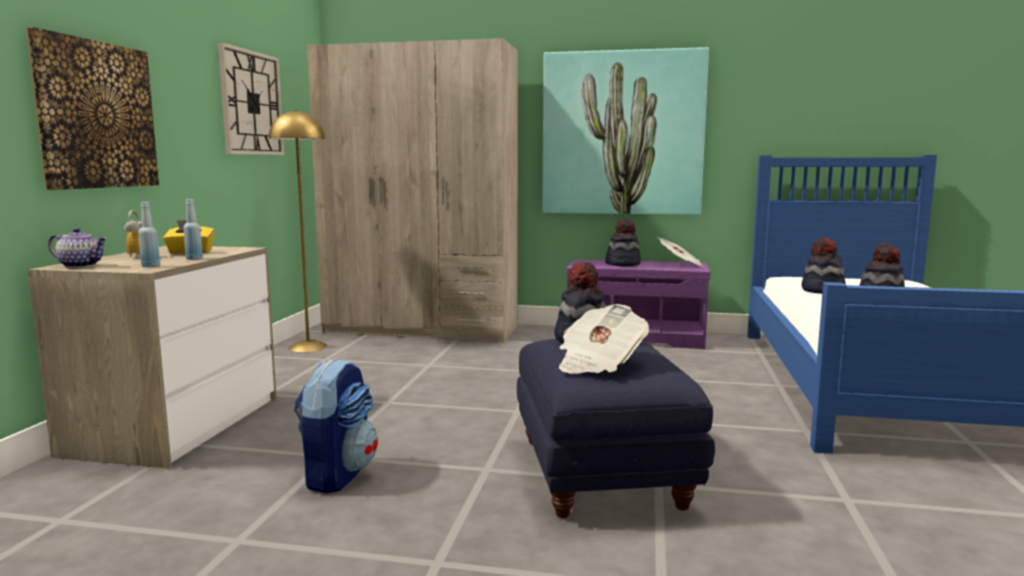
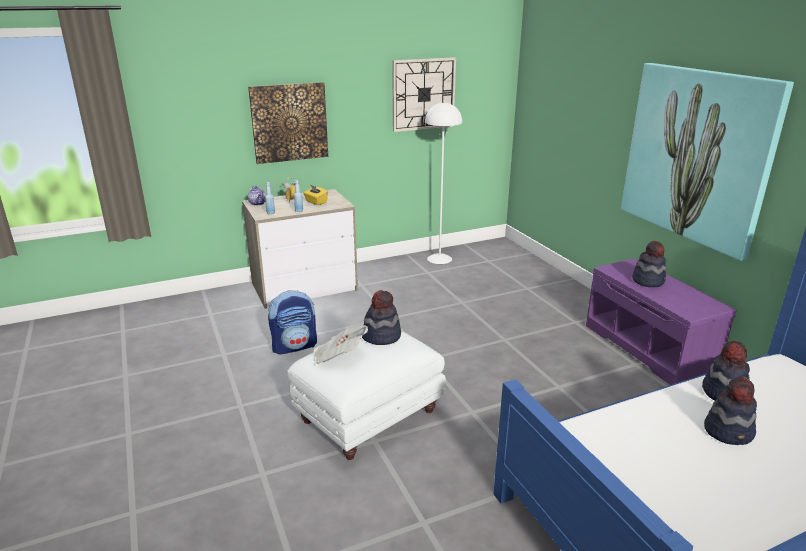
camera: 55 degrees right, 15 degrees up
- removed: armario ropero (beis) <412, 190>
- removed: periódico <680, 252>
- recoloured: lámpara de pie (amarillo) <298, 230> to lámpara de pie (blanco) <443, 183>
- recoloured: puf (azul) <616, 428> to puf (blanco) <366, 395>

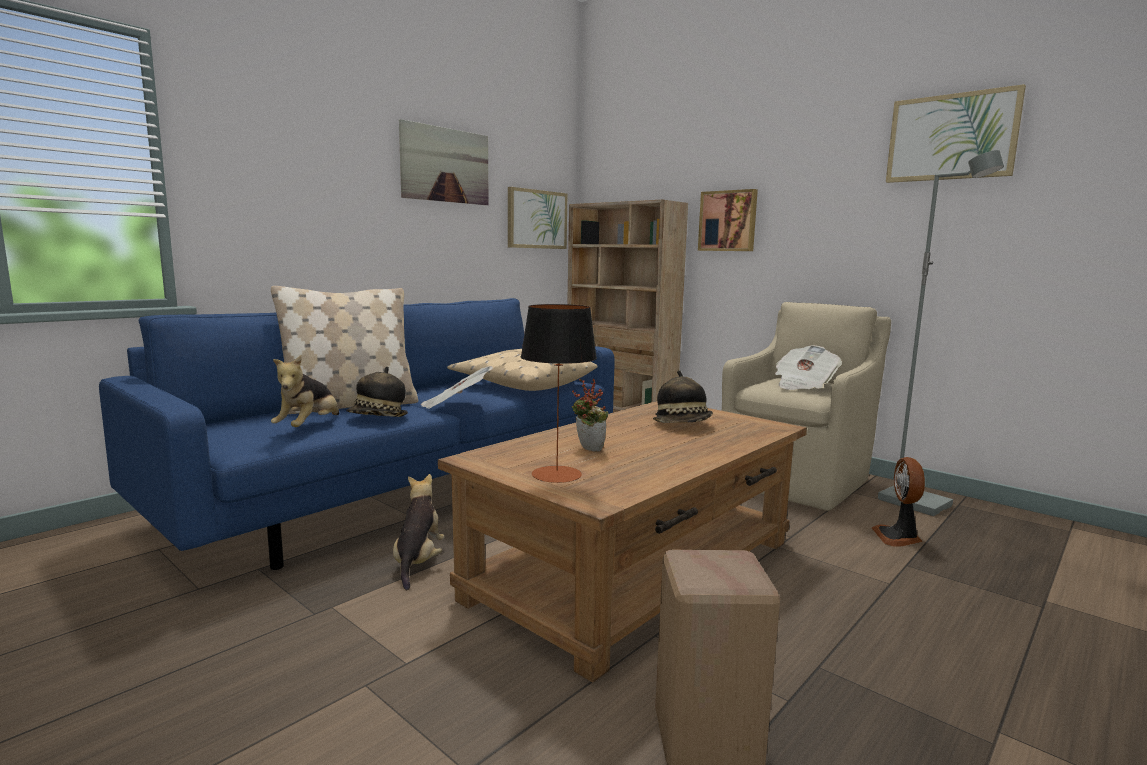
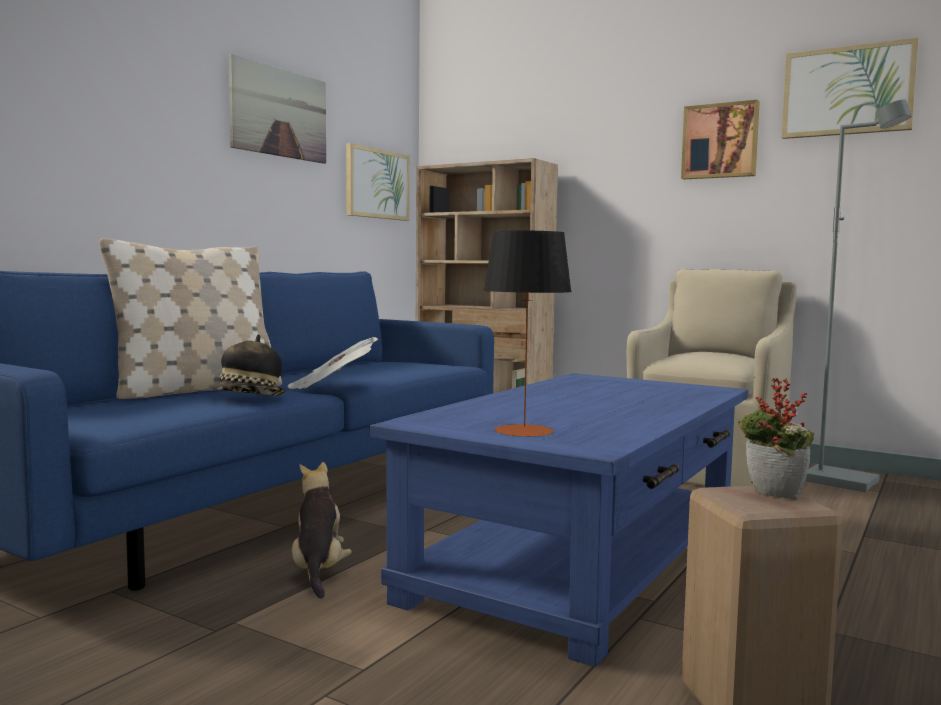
camera: 10 degrees left, 5 degrees down
- removed: peluche <305, 391>
- removed: cojín (beis) <522, 370>
- removed: sombrero <683, 396>
- removed: periódico <808, 367>
- removed: ventilador <898, 502>
- moved: planta en maceta <590, 415> to <776, 437>
- moved: cuadro <728, 220> to <720, 139>
- recoloured: mesa de centro (marrón) <622, 542> to mesa de centro (azul) <559, 520>

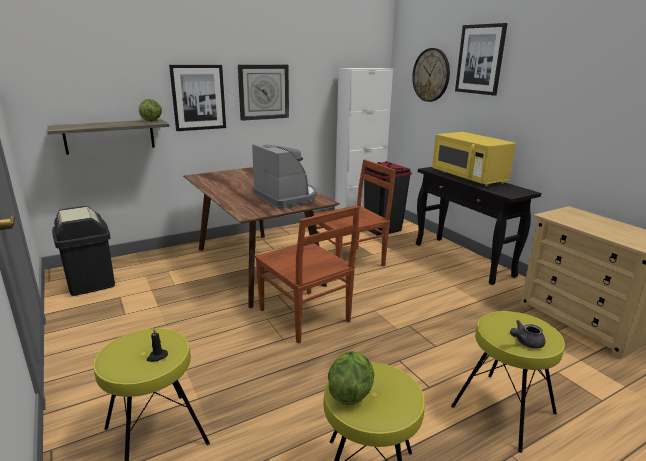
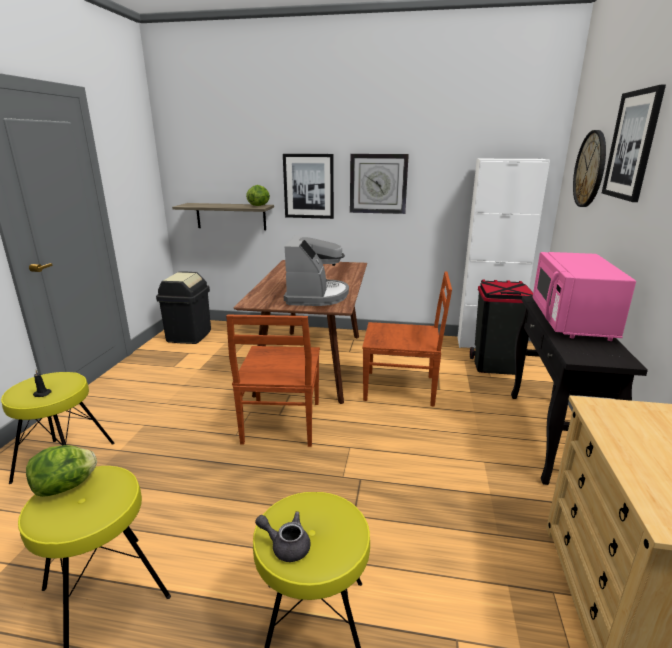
camera: 40 degrees right, 0 degrees up
- recoloured: microondas (amarillo) <474, 159> to microondas (rosa) <584, 296>

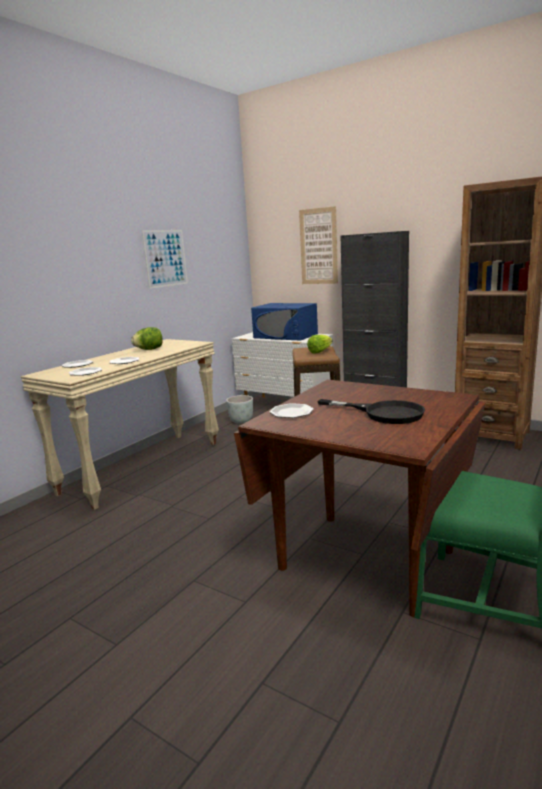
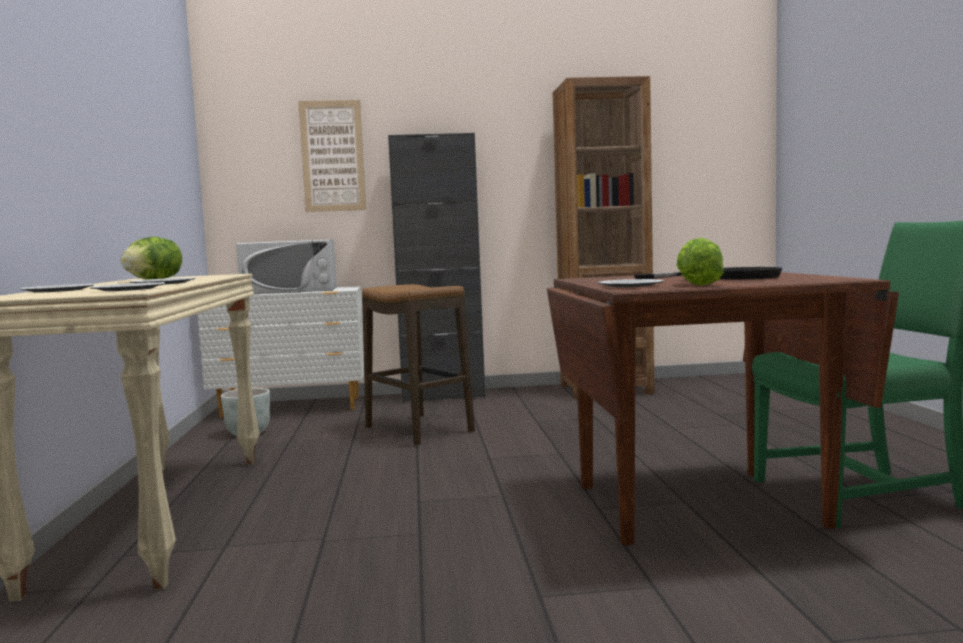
camera: 40 degrees left, 10 degrees down
- removed: cuadro <165, 259>
- moved: lechuga <319, 344> to <700, 262>
- recoloured: microondas (azul) <284, 322> to microondas (blanco) <286, 266>

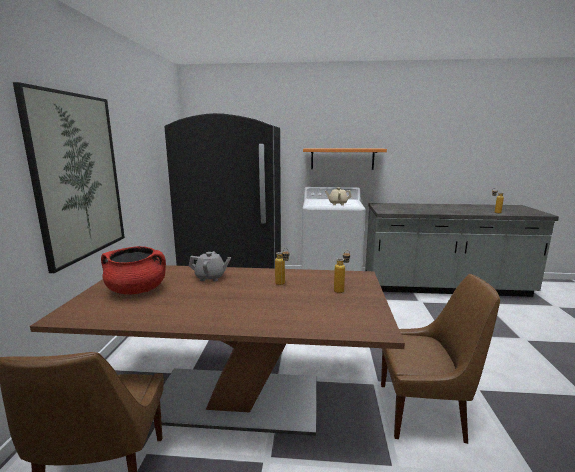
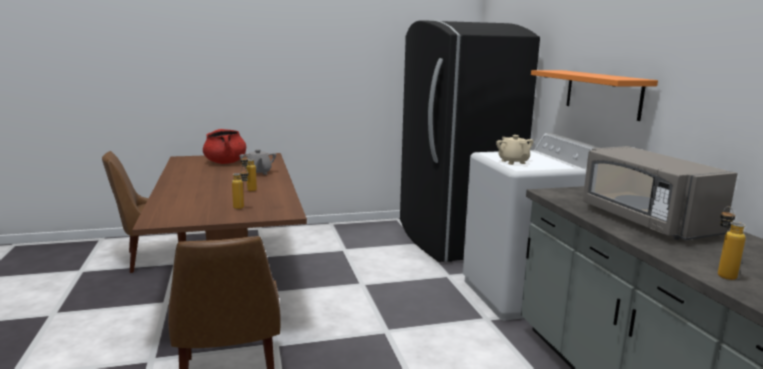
camera: 70 degrees right, 0 degrees up
- removed: cuadro <69, 177>
- added: microondas (gris) <660, 193>

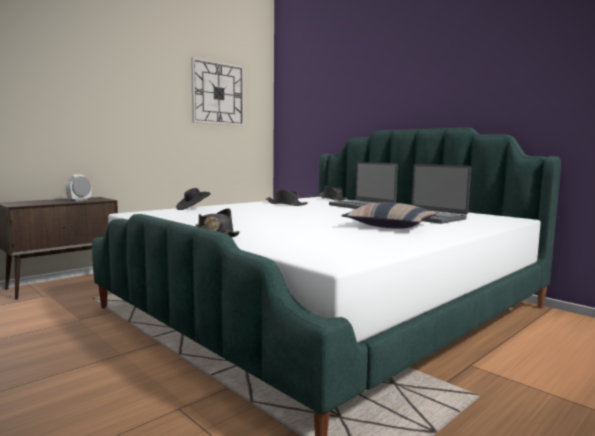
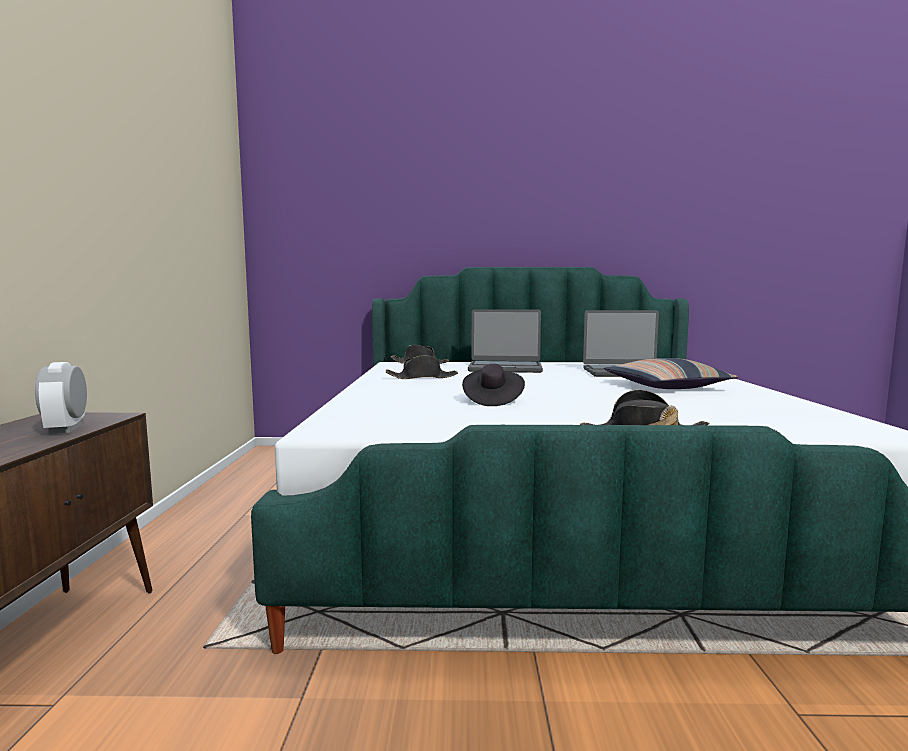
camera: 45 degrees left, 0 degrees up
- removed: reloj de pared <217, 91>
- moved: sombrero (negro) <193, 199> to <493, 385>

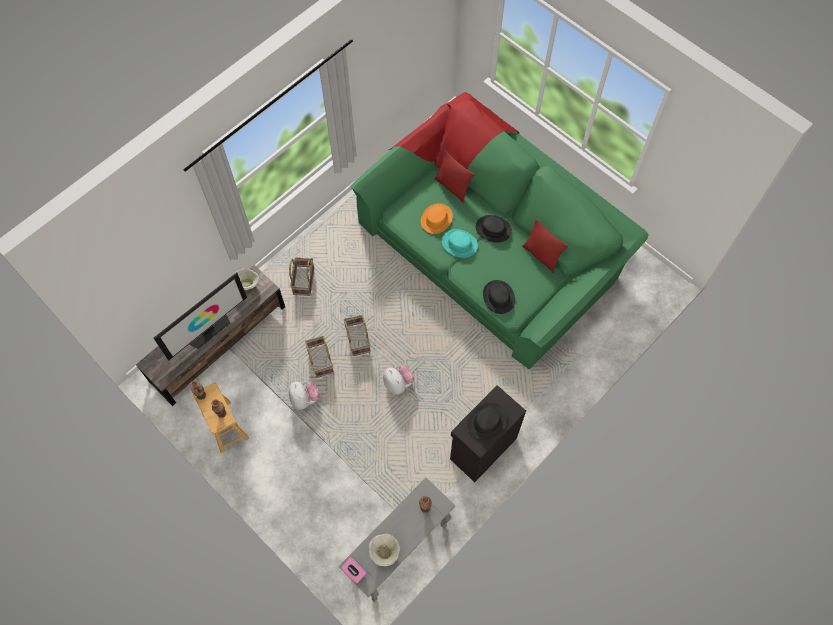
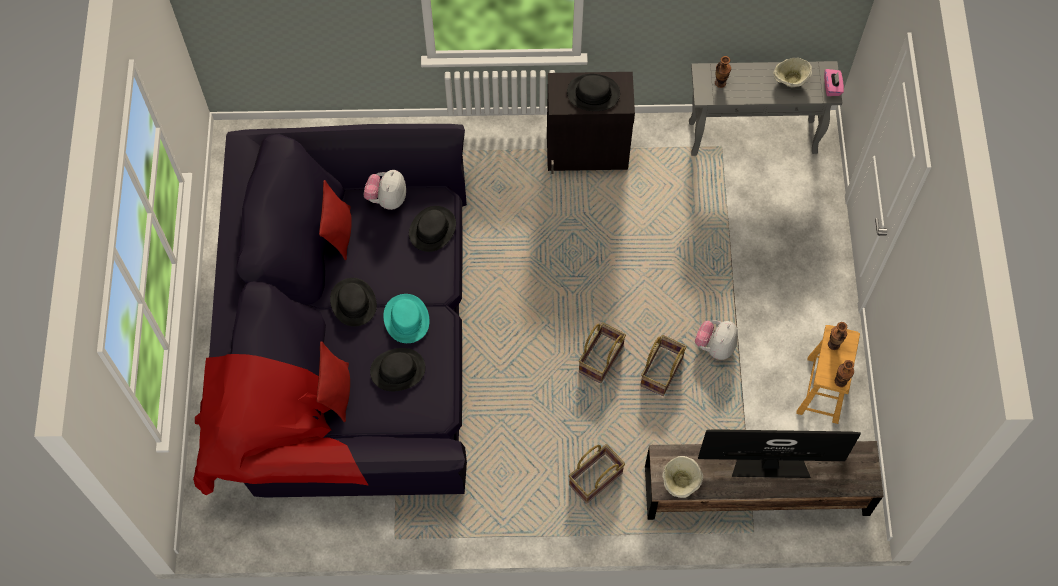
camera: 135 degrees left, 0 degrees up
- moved: peluche <398, 380> to <384, 190>
- recoloured: sofá (verde) <499, 231> to sofá (negro) <330, 310>
- recoloured: sombrero (naranja) <437, 218> to sombrero (negro) <397, 369>

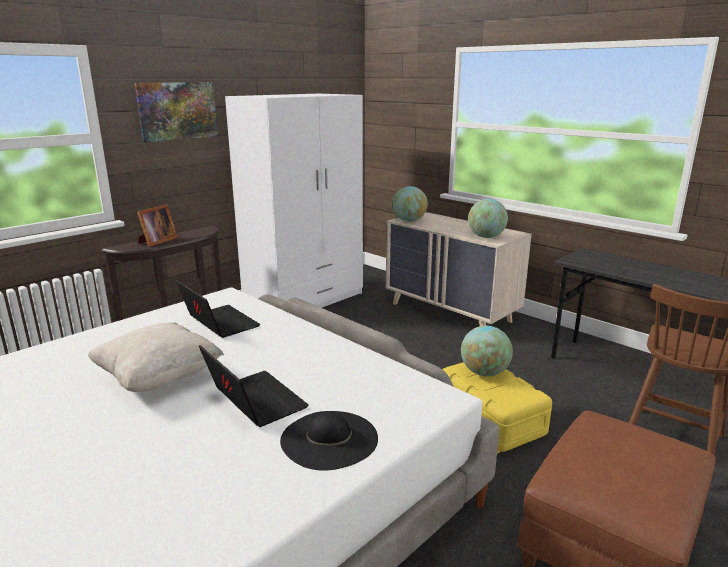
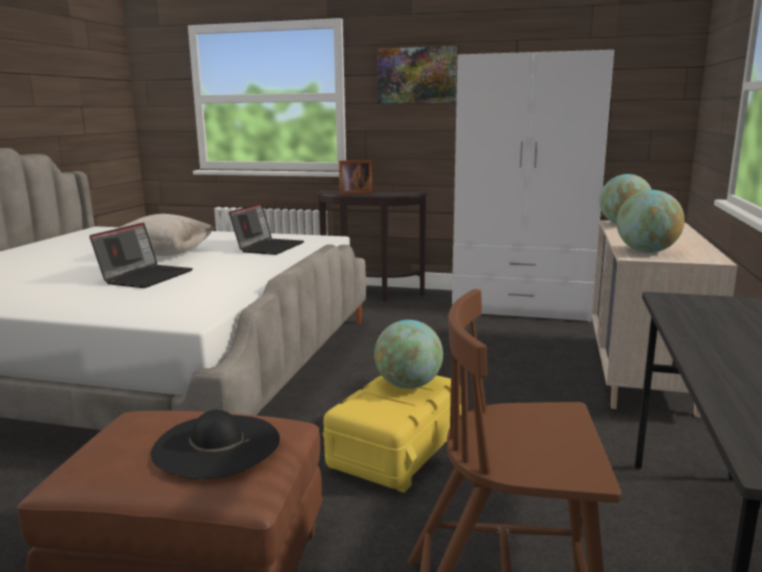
camera: 60 degrees right, 5 degrees down
- moved: sombrero (negro) <329, 441> to <215, 444>

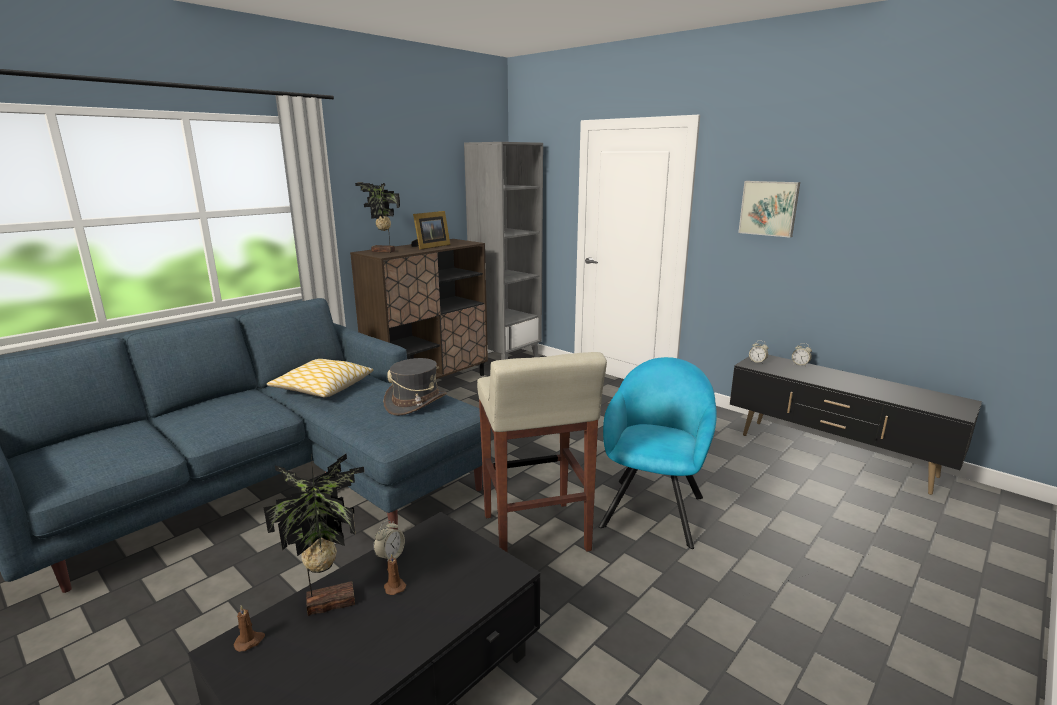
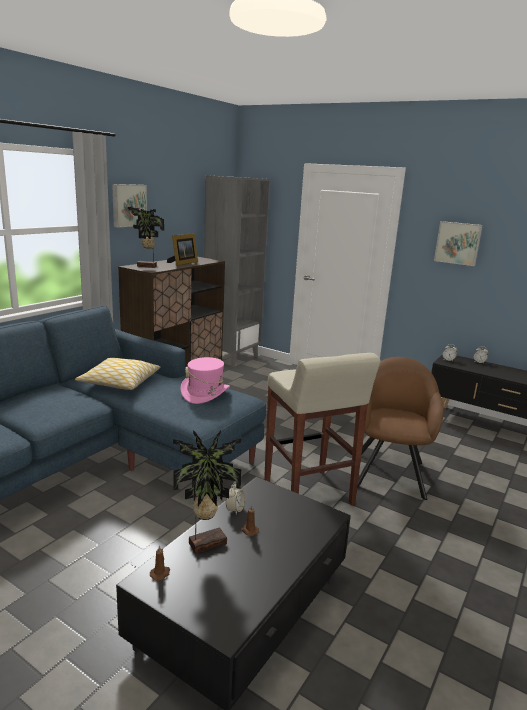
camera: 10 degrees left, 0 degrees up
- added: cuadro <129, 205>
- recoloured: sombrero (gris) <415, 387> to sombrero (rosa) <205, 380>
- recoloured: sillón (turquesa) <657, 453> to sillón (marrón) <400, 428>

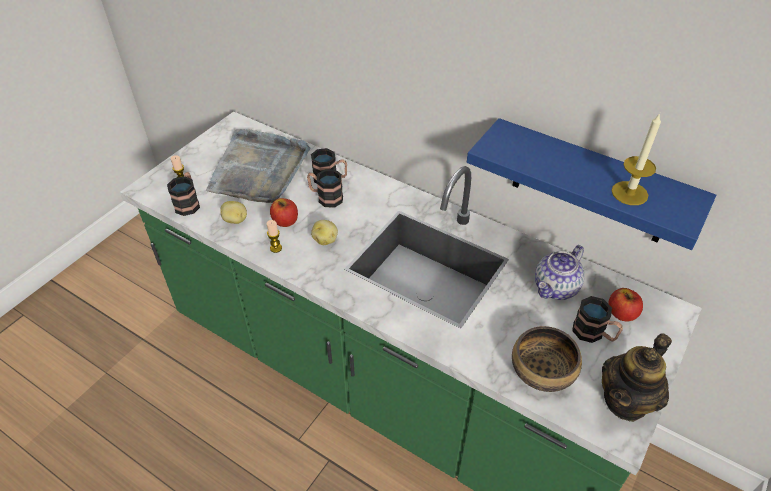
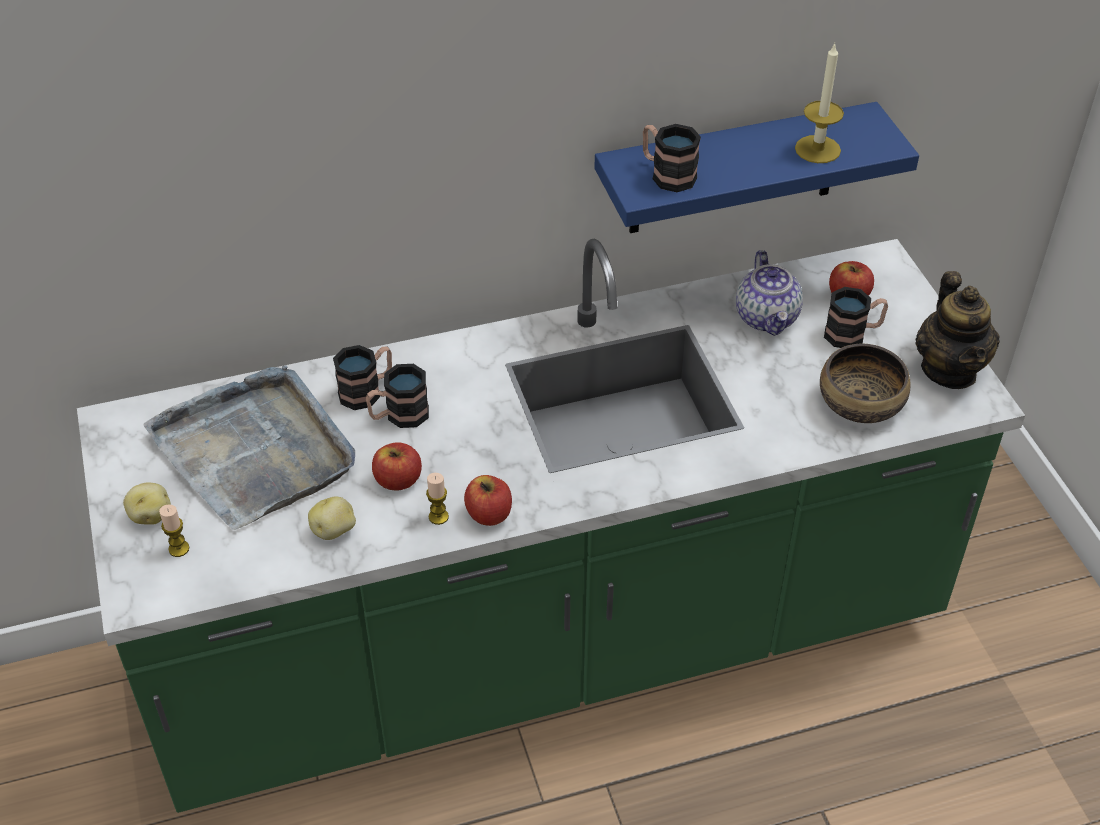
camera: 50 degrees left, 0 degrees up
- added: manzana <488, 500>
- moved: taza grande <183, 194> to <672, 158>
- moved: patata <324, 232> to <147, 503>

